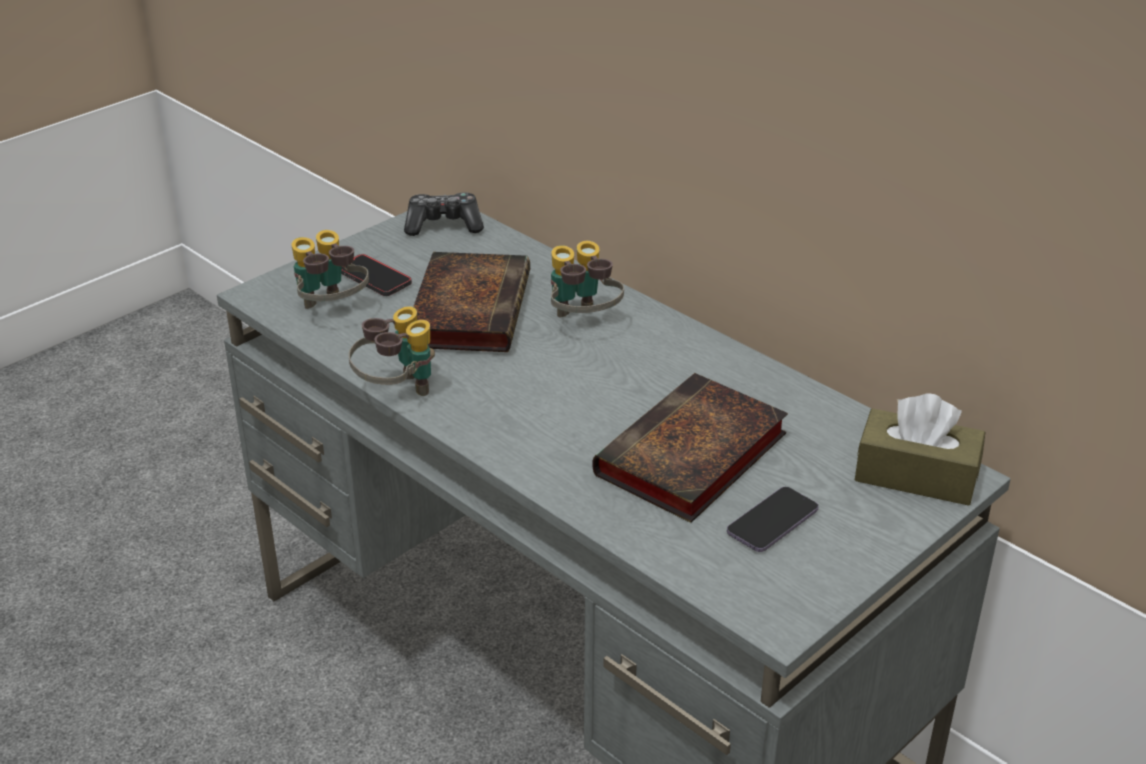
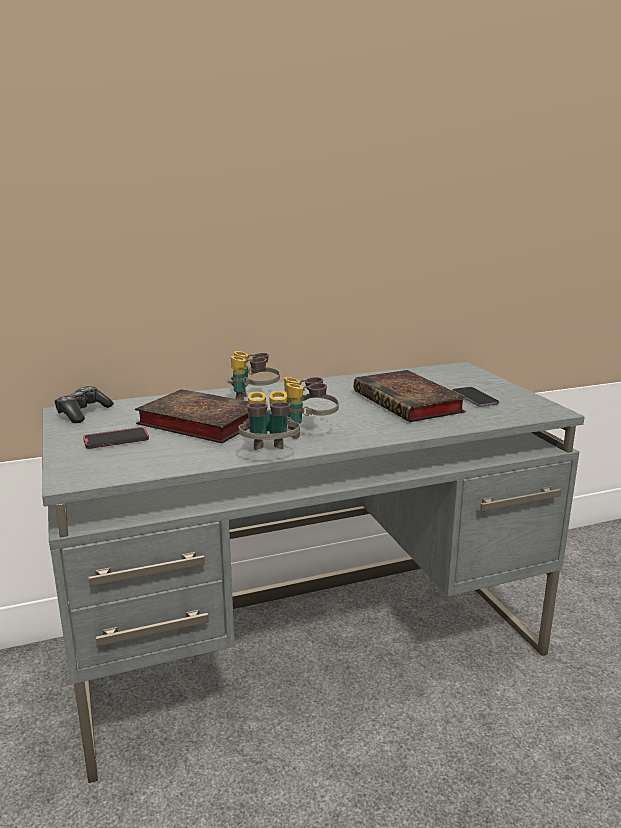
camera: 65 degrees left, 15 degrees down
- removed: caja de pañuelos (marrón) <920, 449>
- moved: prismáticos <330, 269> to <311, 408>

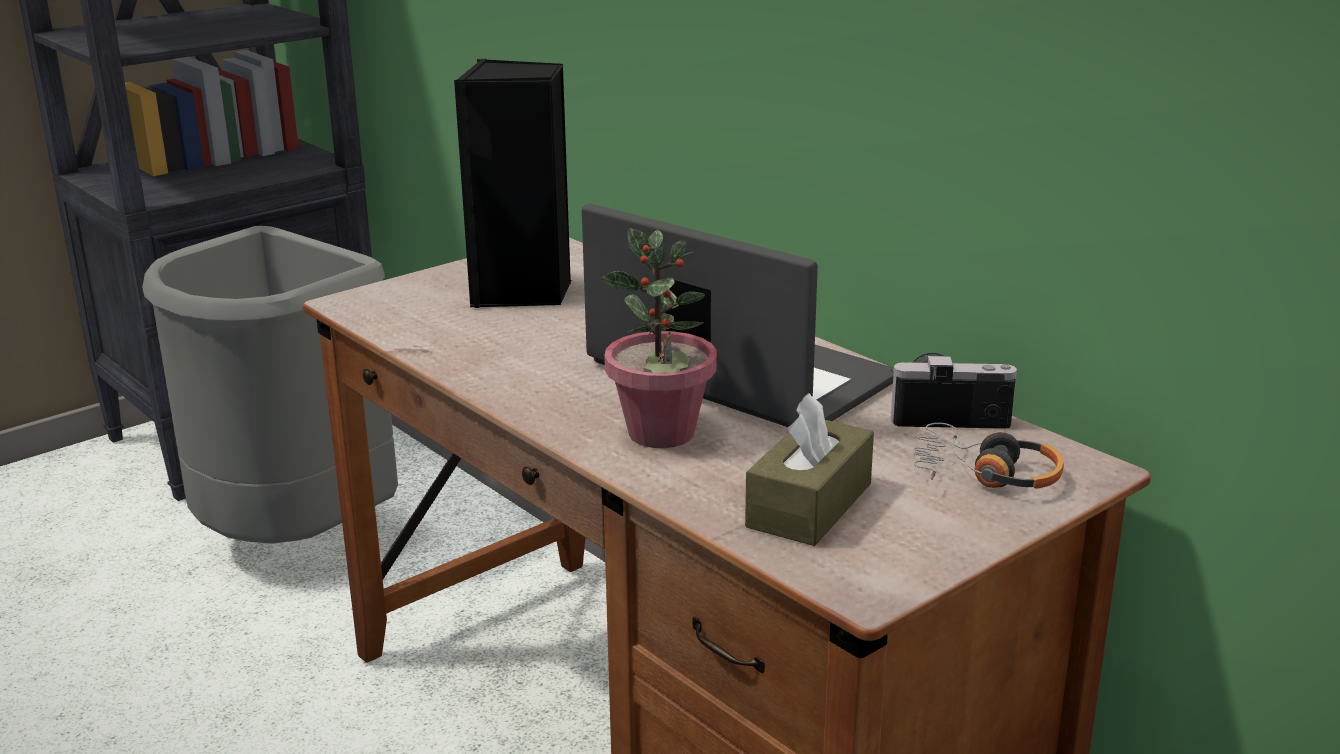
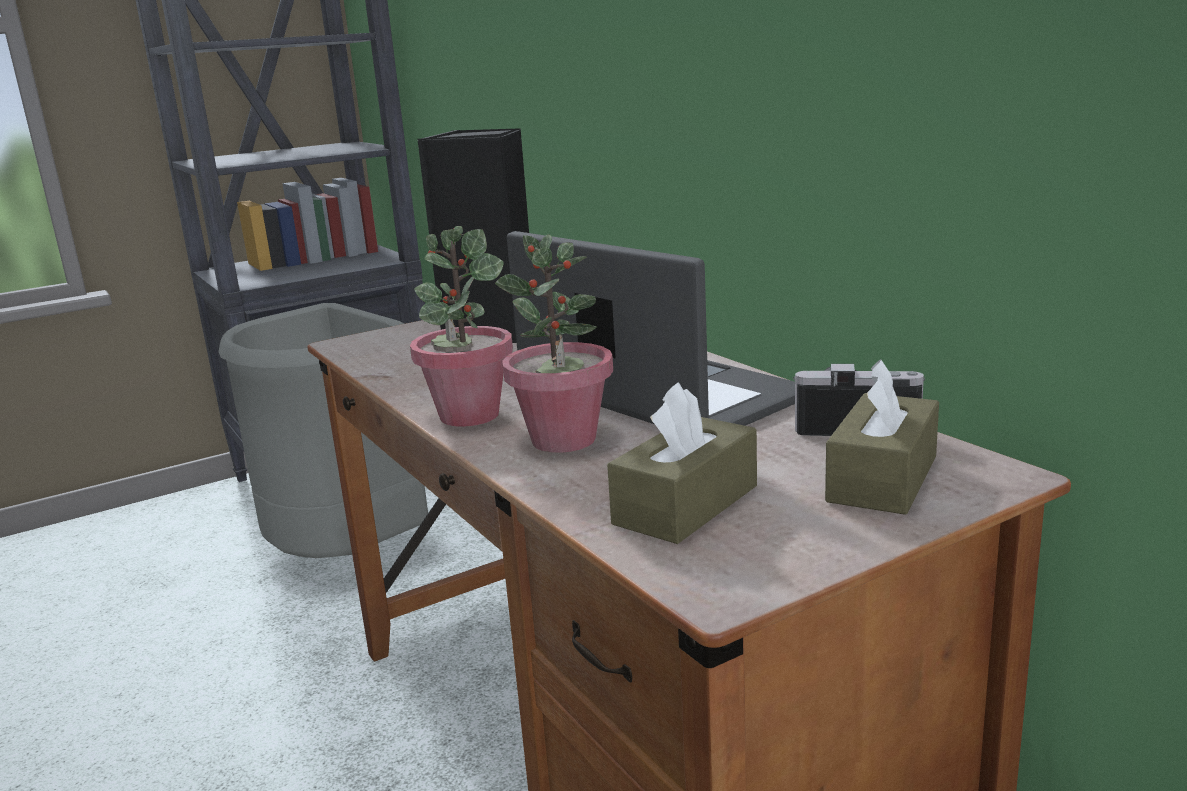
camera: 10 degrees right, 5 degrees down
- added: planta en maceta <461, 326>
- replaced: auriculares <988, 456> to caja de pañuelos (marrón) <882, 437>

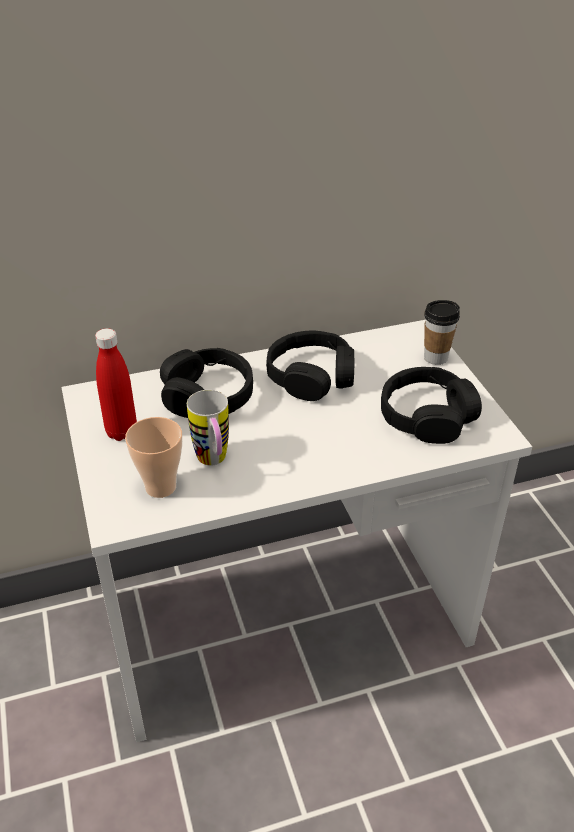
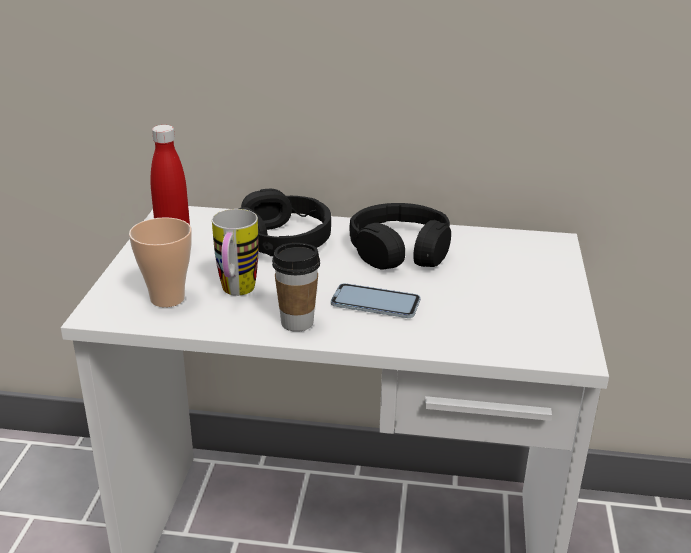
camera: 25 degrees right, 10 degrees down
- removed: auriculares (negro) <431, 405>
- added: móvil <375, 300>
- moved: taza <442, 332> to <296, 287>

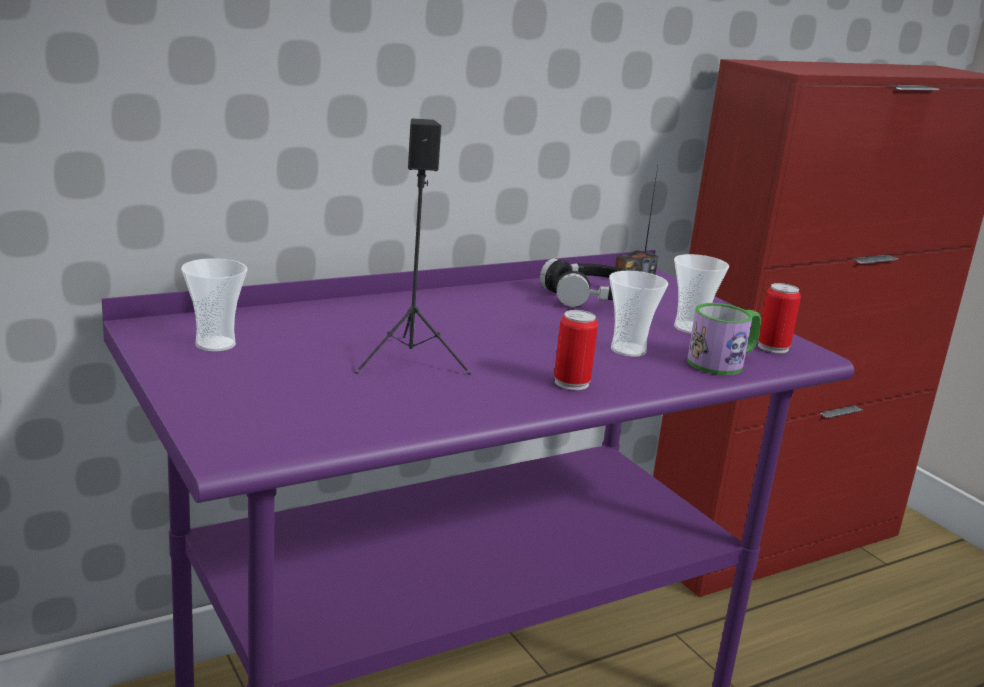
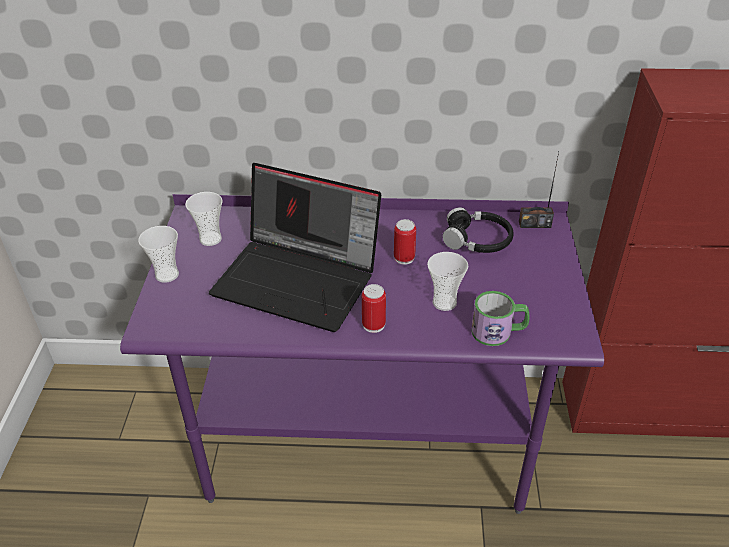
camera: 35 degrees right, 20 degrees up
- moved: taza <701, 294> to <158, 254>
- moved: lata <779, 318> to <405, 242>
- replaced: altavoz (negro) <413, 246> to portátil <295, 247>

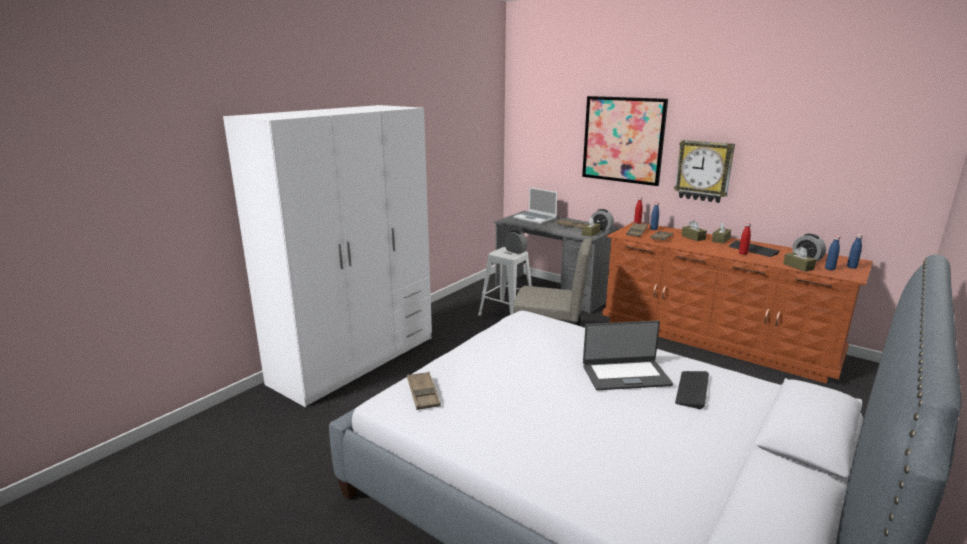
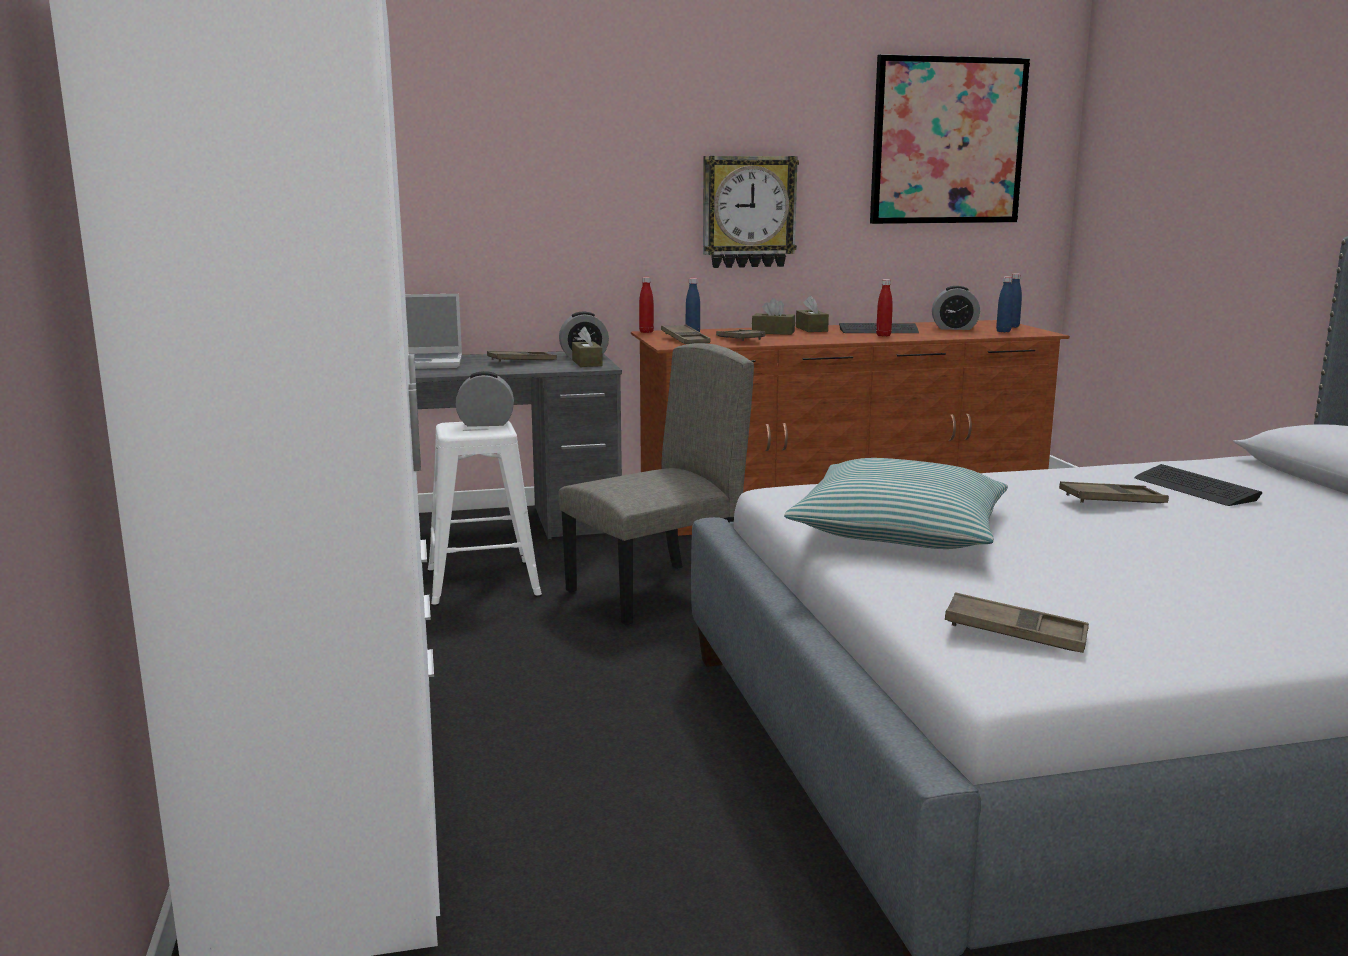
camera: 50 degrees left, 5 degrees down
- removed: caja de pañuelos (marrón) <799, 259>
- added: cojín <896, 503>
- moved: cuadro <625, 141> to <950, 139>
- replaced: portátil <628, 355> to bandeja (marrón) <1114, 492>

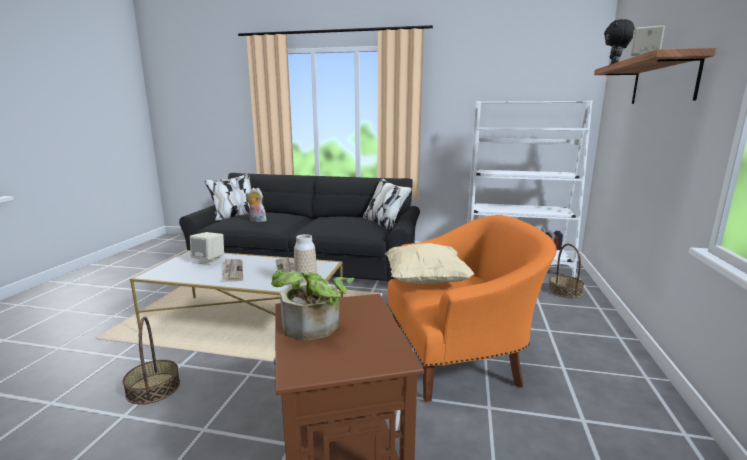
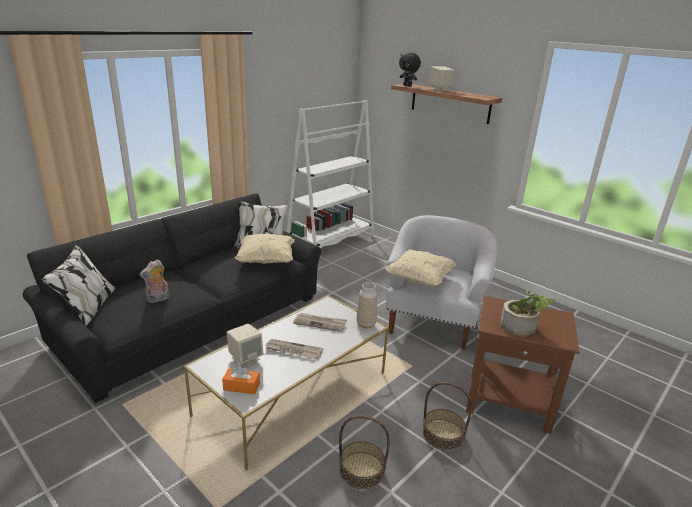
camera: 60 degrees left, 10 degrees up
- added: caja de pañuelos (naranja) <241, 380>
- added: cojín (beis) <264, 249>
- moved: cesta <566, 271> to <447, 416>
- recoloured: sillón (naranja) <472, 308> to sillón (blanco) <441, 282>

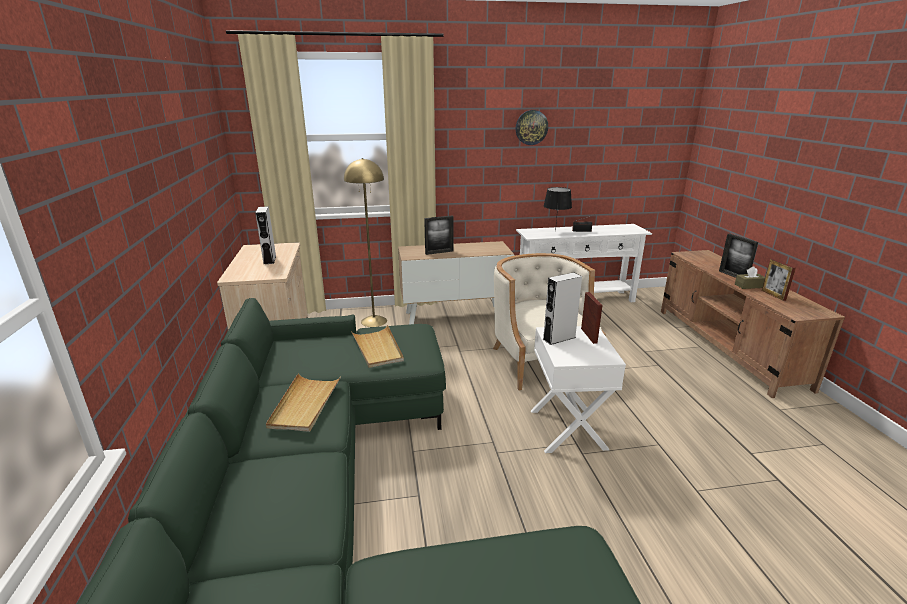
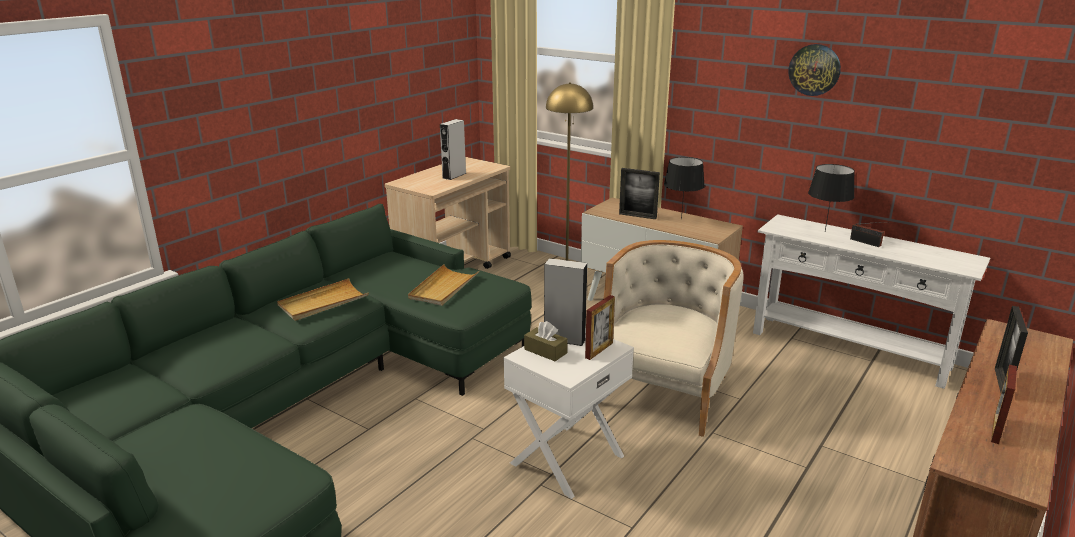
camera: 45 degrees right, 0 degrees up
- added: lámpara de mesa (negro) <684, 188>
- moved: caja de pañuelos (marrón) <750, 278> to <546, 341>

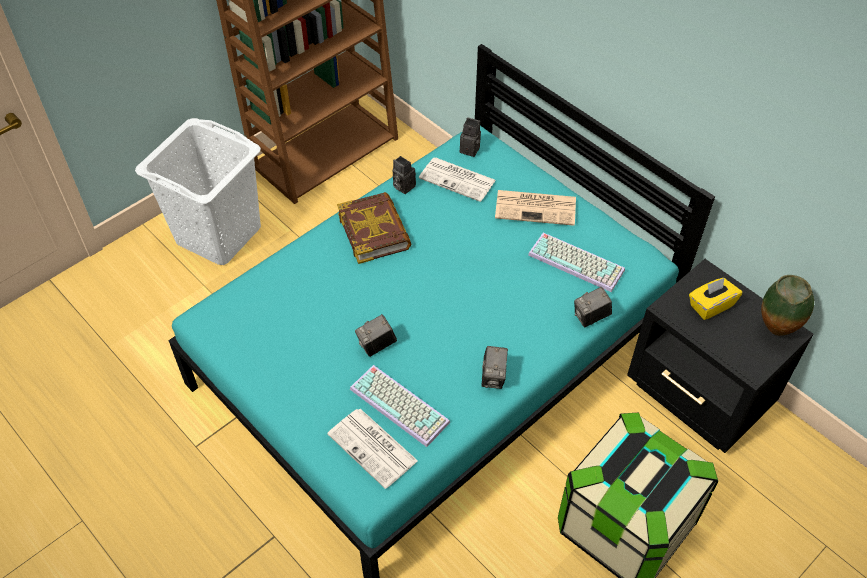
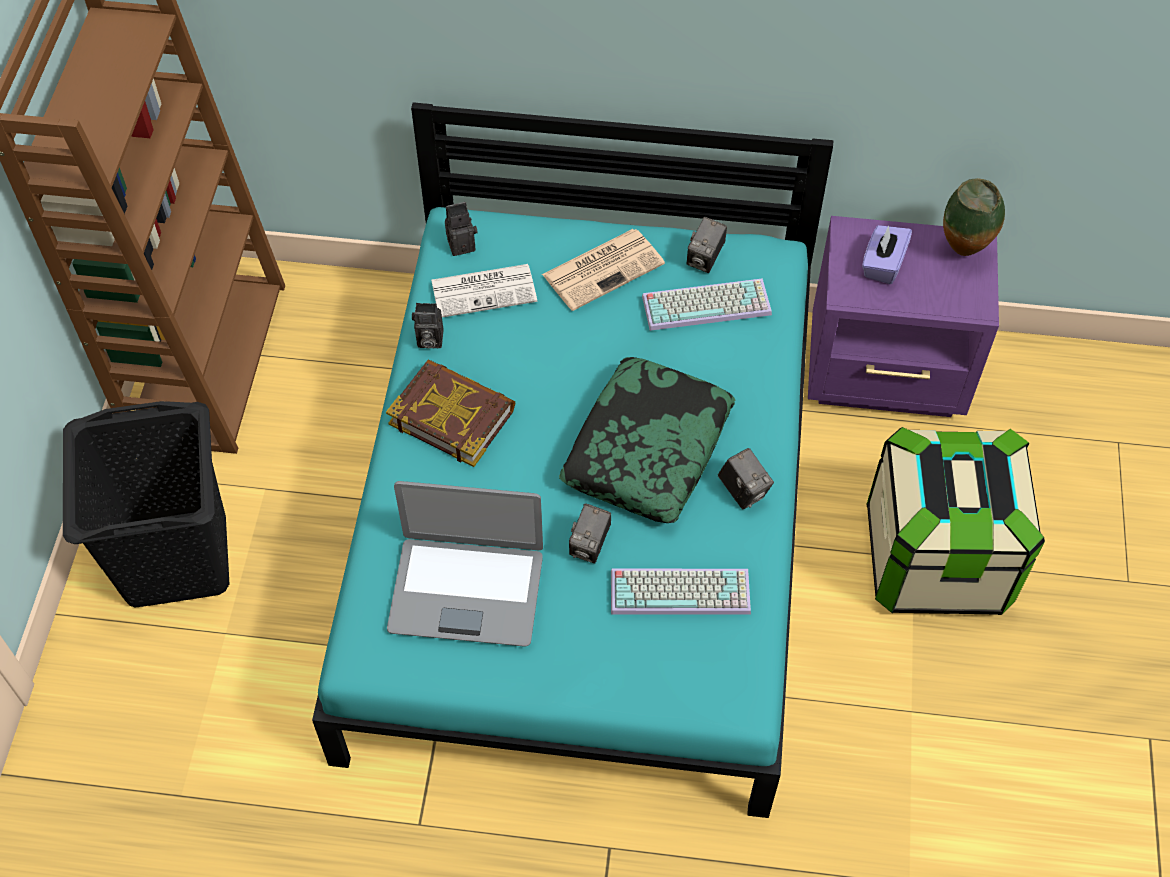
camera: 40 degrees left, 5 degrees up
- removed: periódico <372, 449>
- added: portátil <465, 564>
- added: cojín <647, 440>
- moved: cámara <593, 307> to <707, 245>
- recoloured: cesto de la ropa (blanco) <198, 191> to cesto de la ropa (negro) <146, 504>
- recoloured: mesita de noche (negro) <720, 356> to mesita de noche (morado) <903, 316>
- recoloured: caja de pañuelos (amarillo) <715, 299> to caja de pañuelos (morado) <887, 254>

